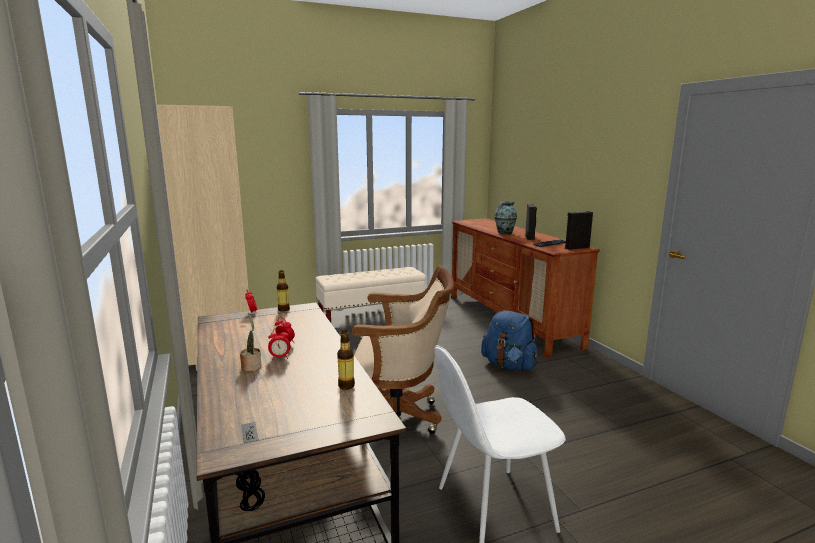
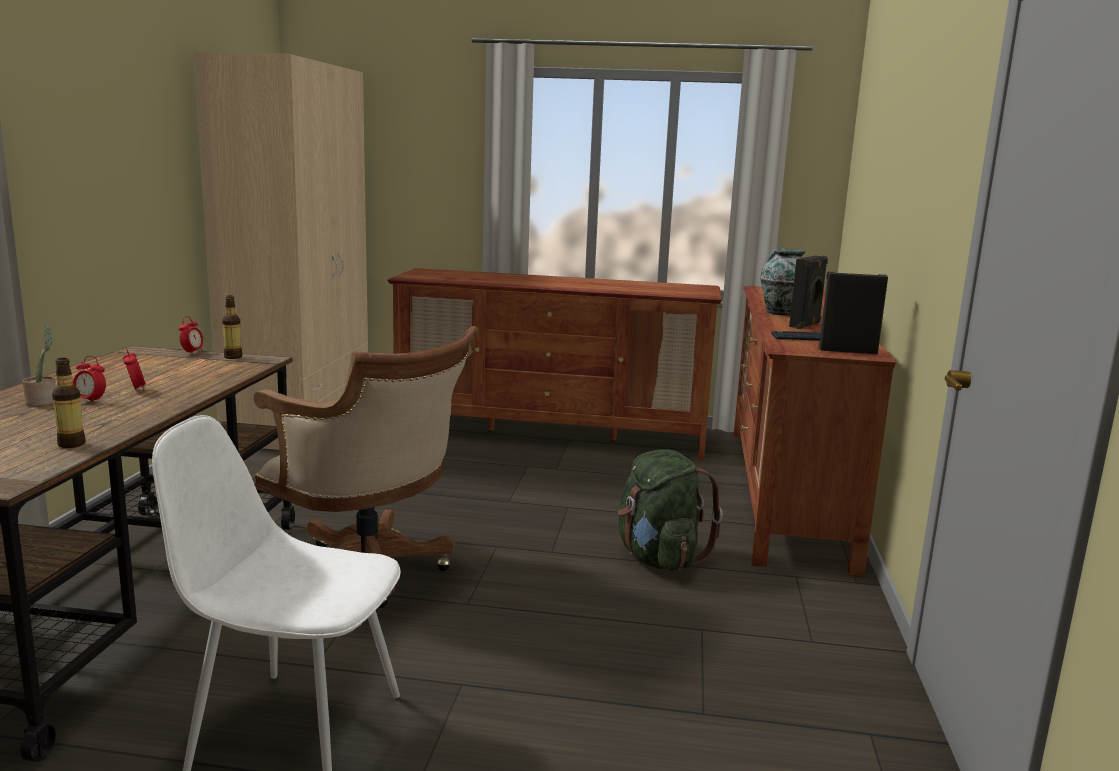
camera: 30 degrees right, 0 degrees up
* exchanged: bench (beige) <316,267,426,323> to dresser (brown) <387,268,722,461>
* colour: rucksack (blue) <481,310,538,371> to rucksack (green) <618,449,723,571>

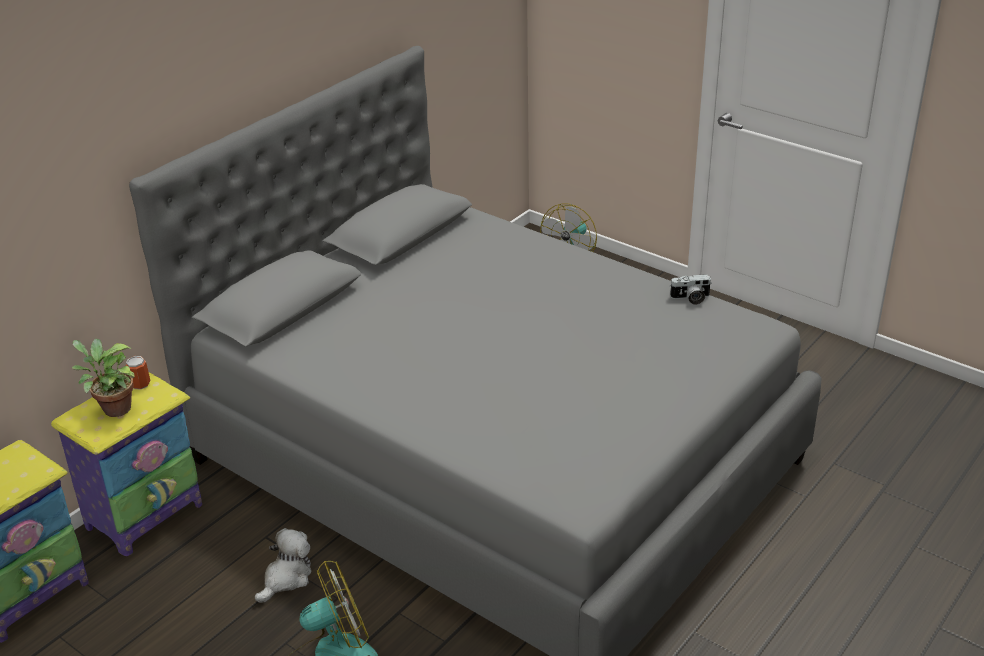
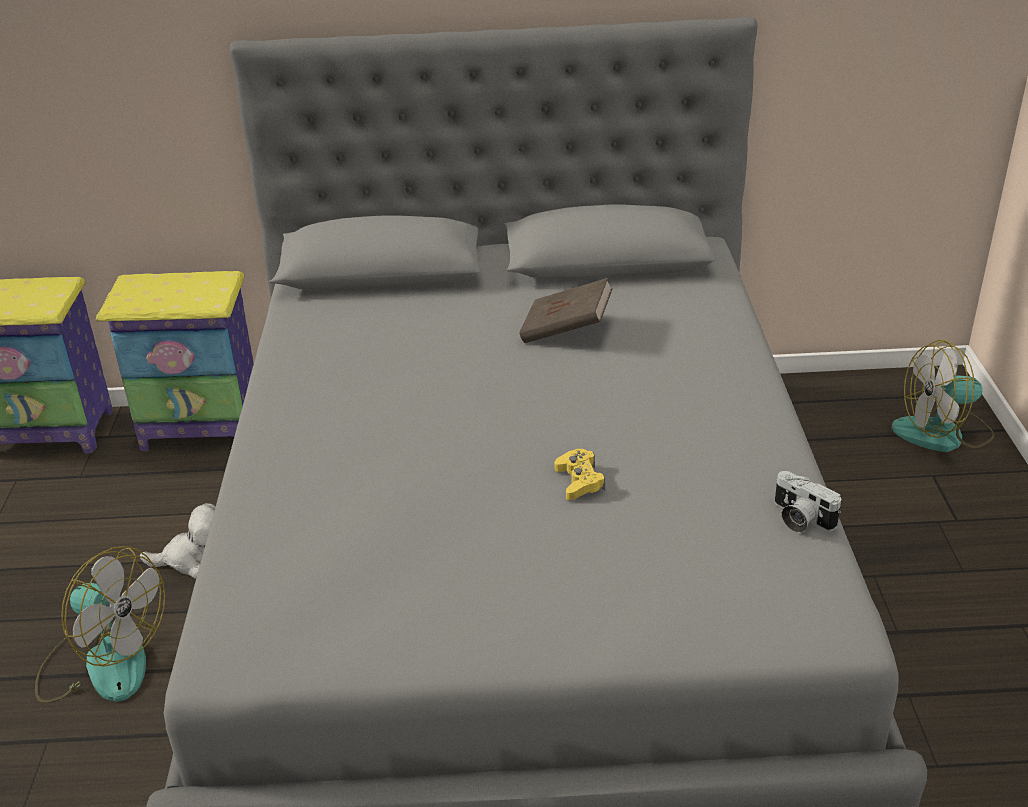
camera: 50 degrees right, 0 degrees up
* missing: plant in a pot <72,339,135,417>
* missing: metal can <125,356,151,389>
* appeared: volume (brown) <519,278,613,343>
* appeared: gamepad (yellow-coloured) <555,449,605,500>

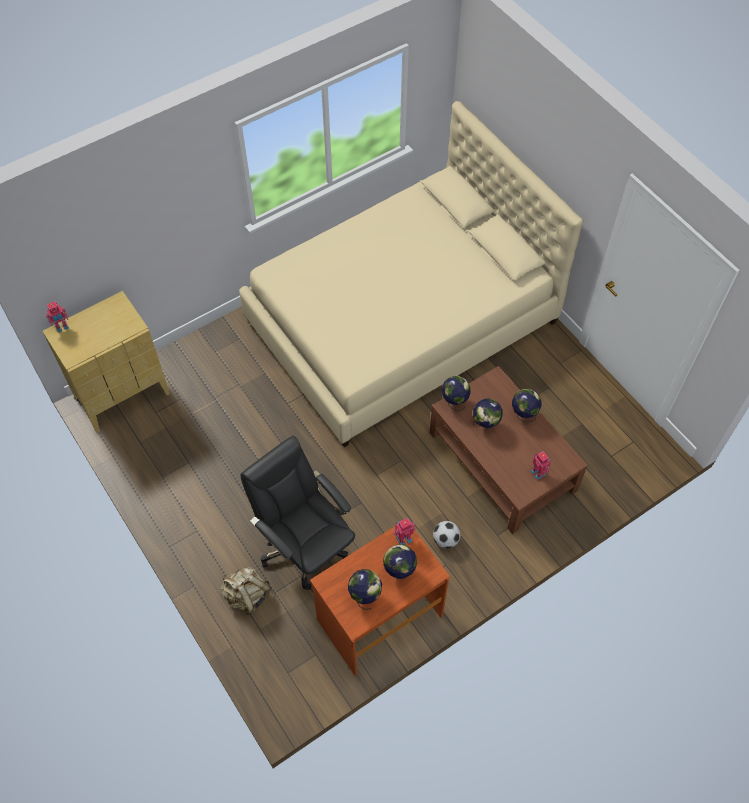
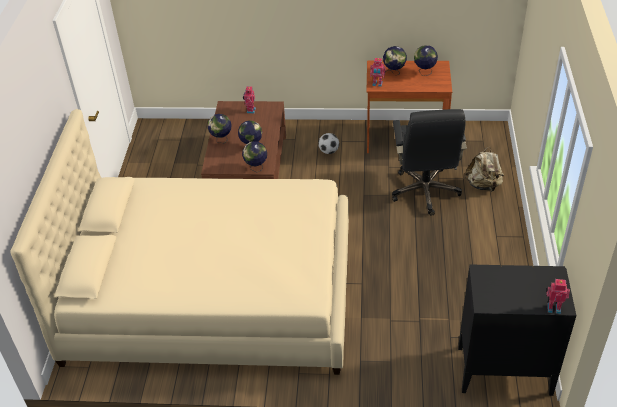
camera: 140 degrees left, 15 degrees down
* colour: dresser (beige) <43,291,170,433> to dresser (blackish) <458,265,576,396>

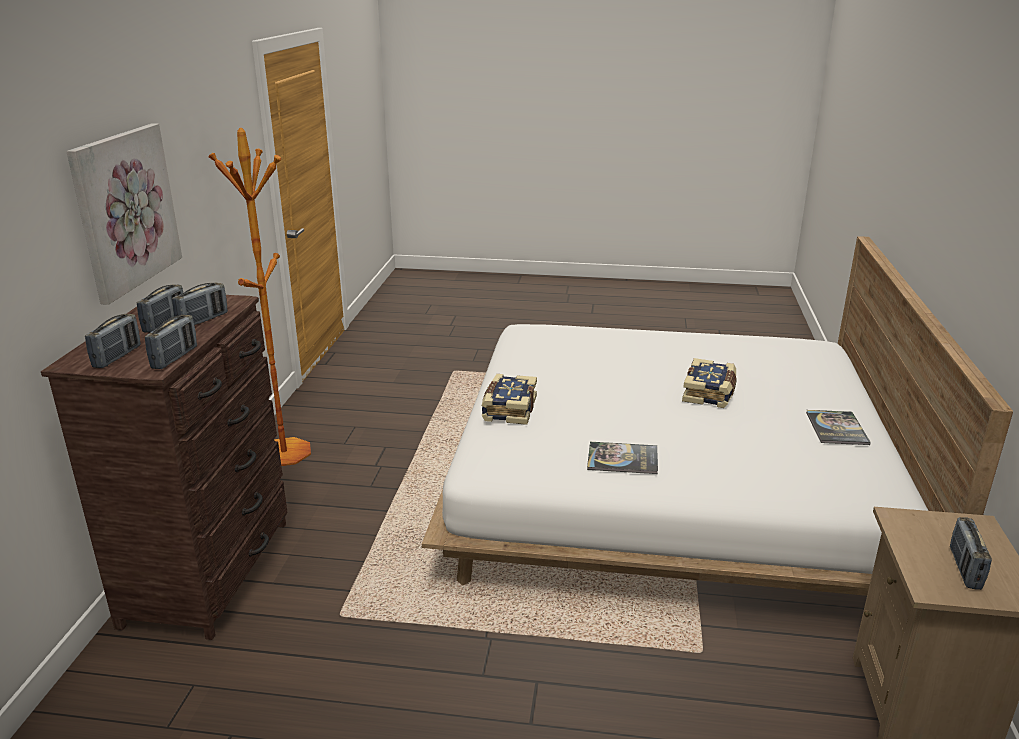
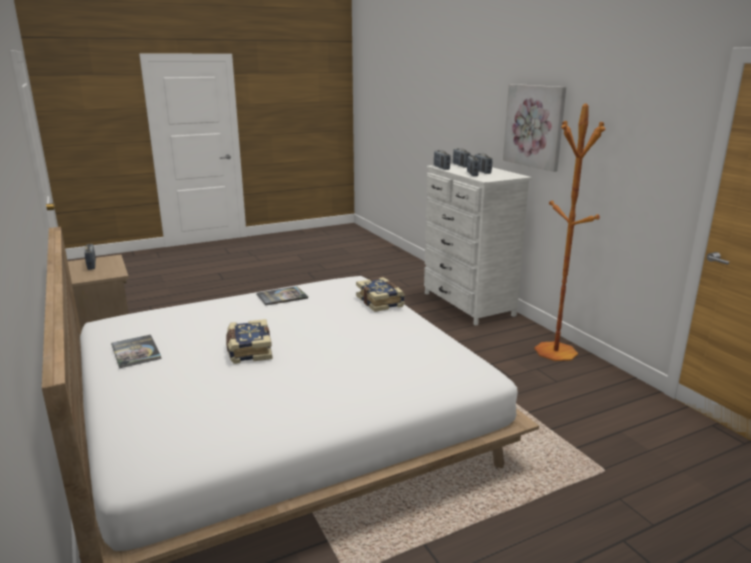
camera: 145 degrees right, 5 degrees down
* colour: dresser (brown) <41,295,288,640> to dresser (whitish) <424,164,532,326>

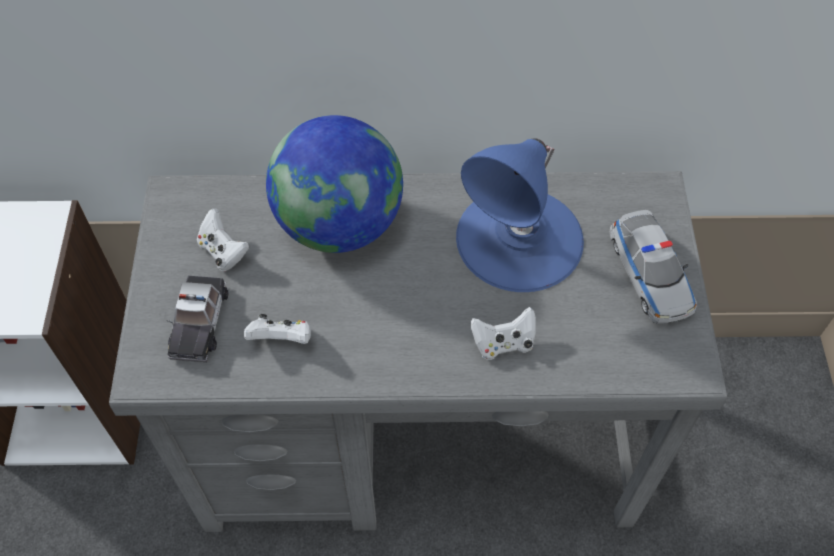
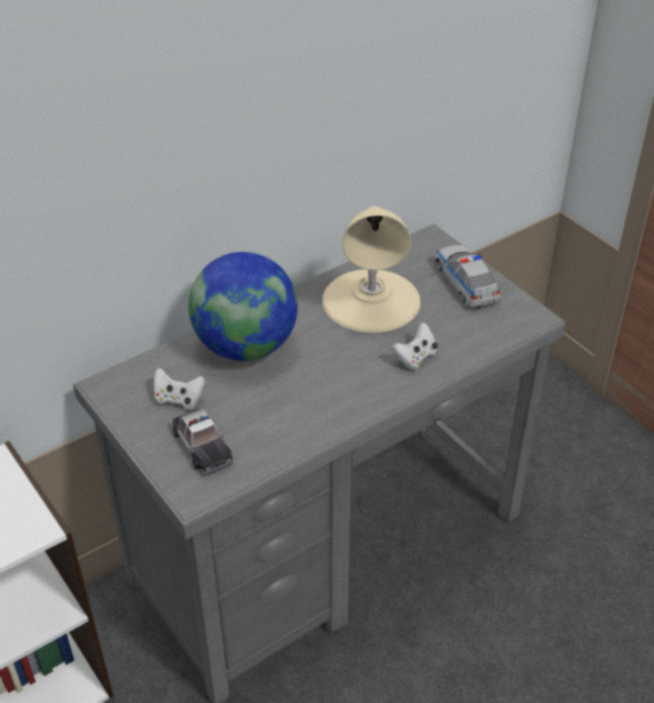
camera: 35 degrees left, 15 degrees down
* colour: lamp for a table (blue) <456,138,584,292> to lamp for a table (beige) <322,206,421,333>
* spun: miniature car <609,210,697,324> = <435,245,501,309> 150 degrees counterclockwise
* missing: gamepad (whitish) <244,314,311,344>

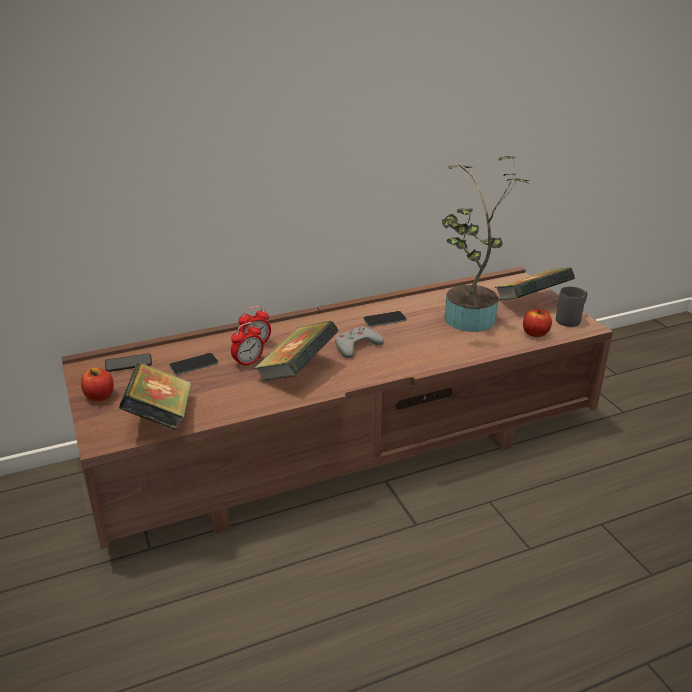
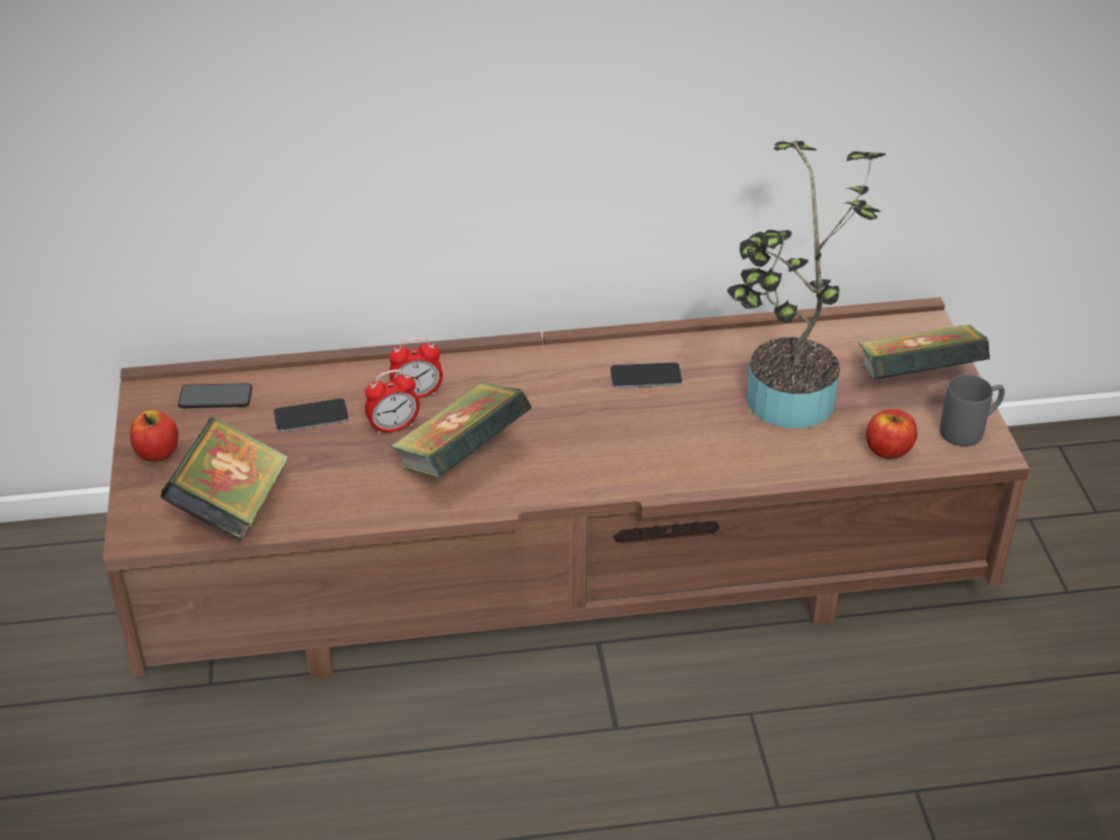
camera: 15 degrees right, 10 degrees up
* missing: gamepad (greyish) <335,327,384,358>

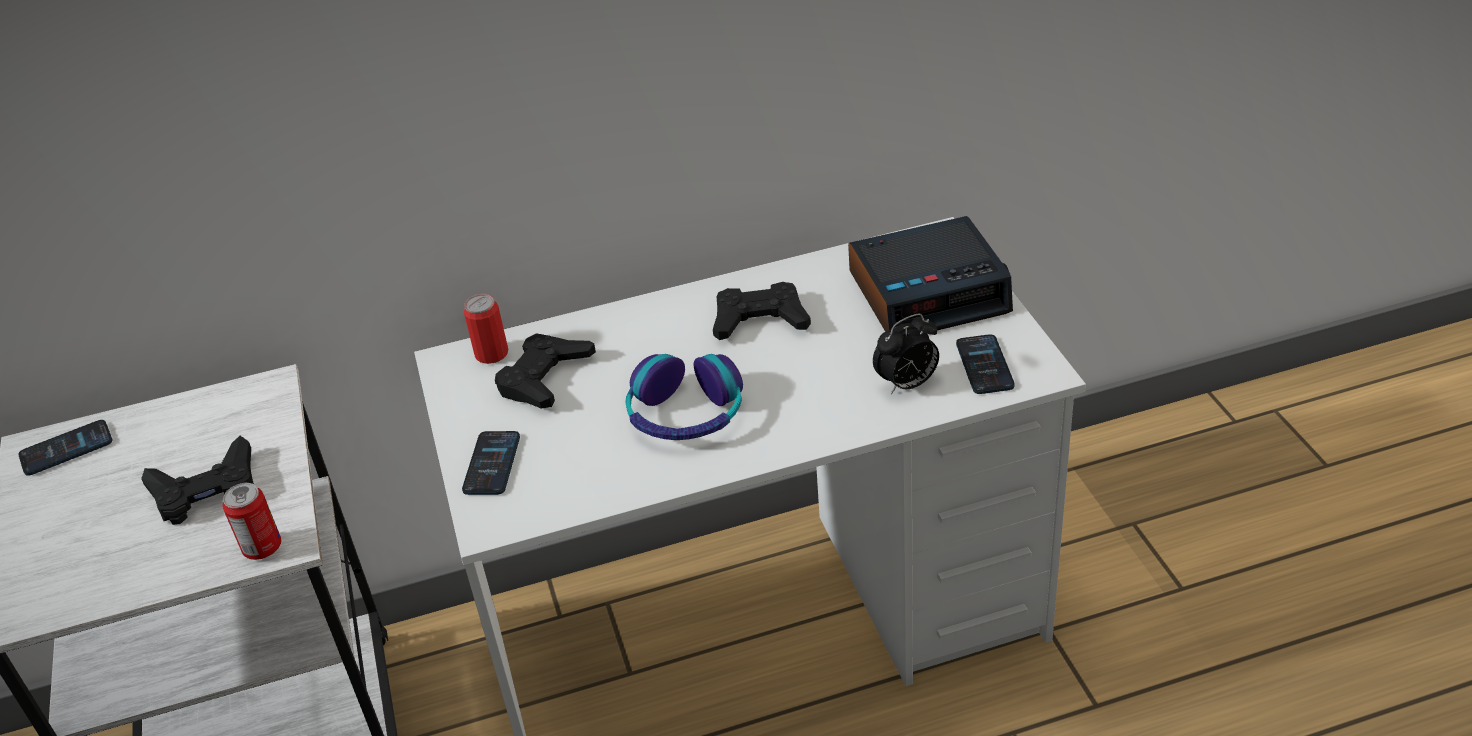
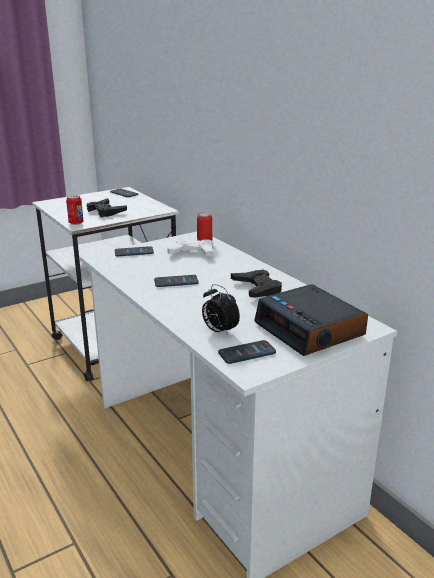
camera: 70 degrees right, 15 degrees down
* colour: gamepad (blackish) <495,333,596,409> to gamepad (whitish) <167,238,213,256>
* exchanged: pair of headphones <626,354,743,440> to telephone <154,275,199,287>

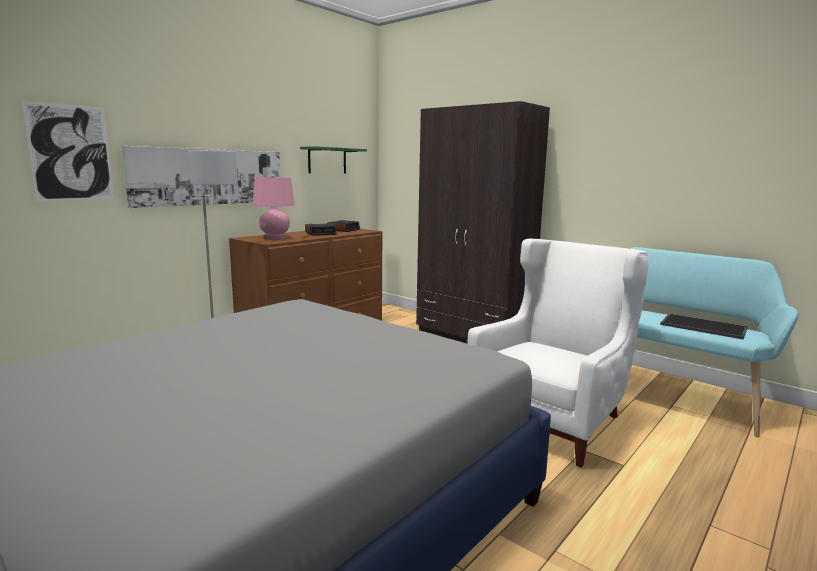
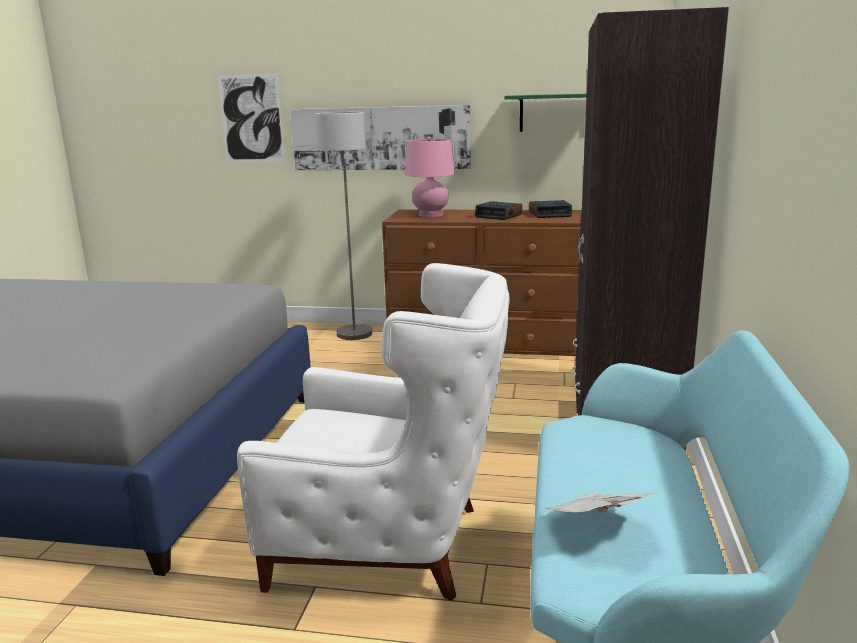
camera: 60 degrees right, 5 degrees up
* exchanged: carrying tray <660,314,748,340> to printed paper <546,492,654,512>

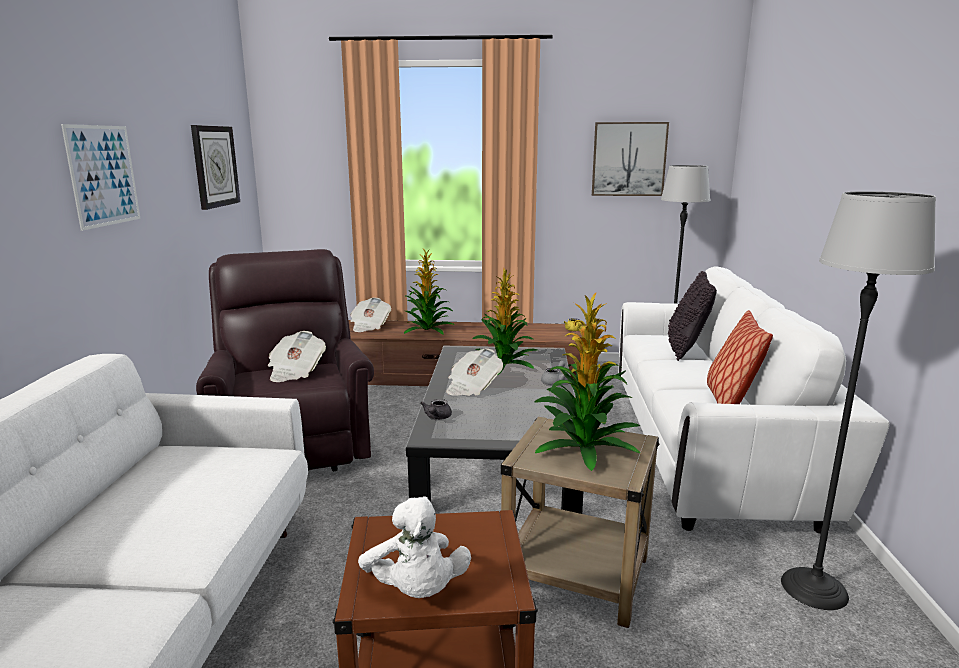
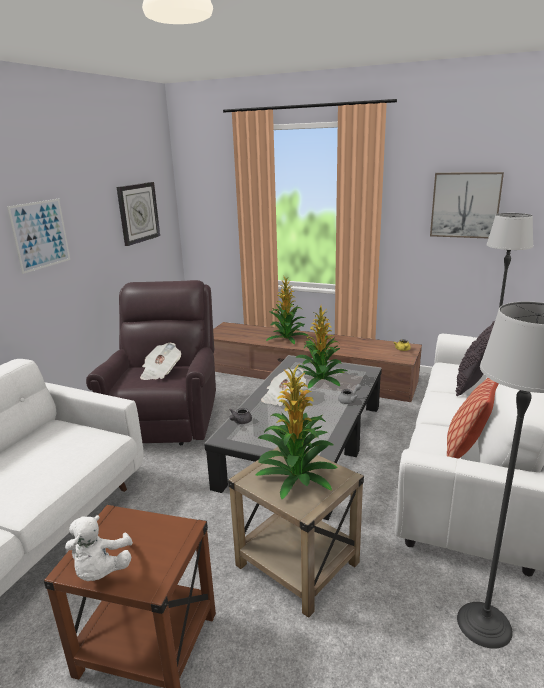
camera: 20 degrees right, 5 degrees up
* missing: printed paper <350,297,392,332>

